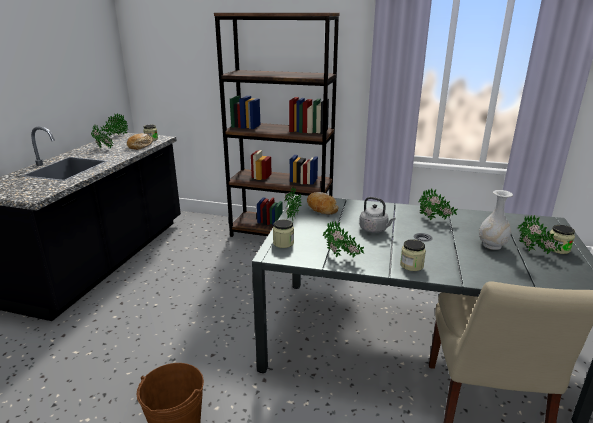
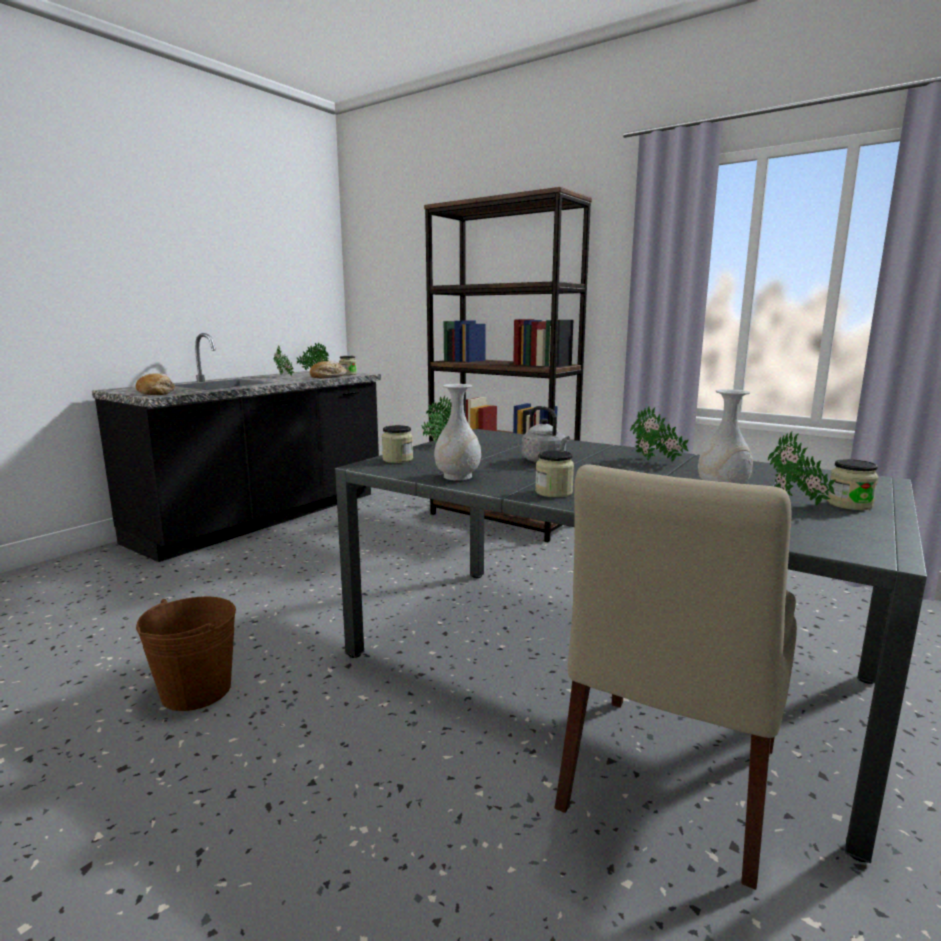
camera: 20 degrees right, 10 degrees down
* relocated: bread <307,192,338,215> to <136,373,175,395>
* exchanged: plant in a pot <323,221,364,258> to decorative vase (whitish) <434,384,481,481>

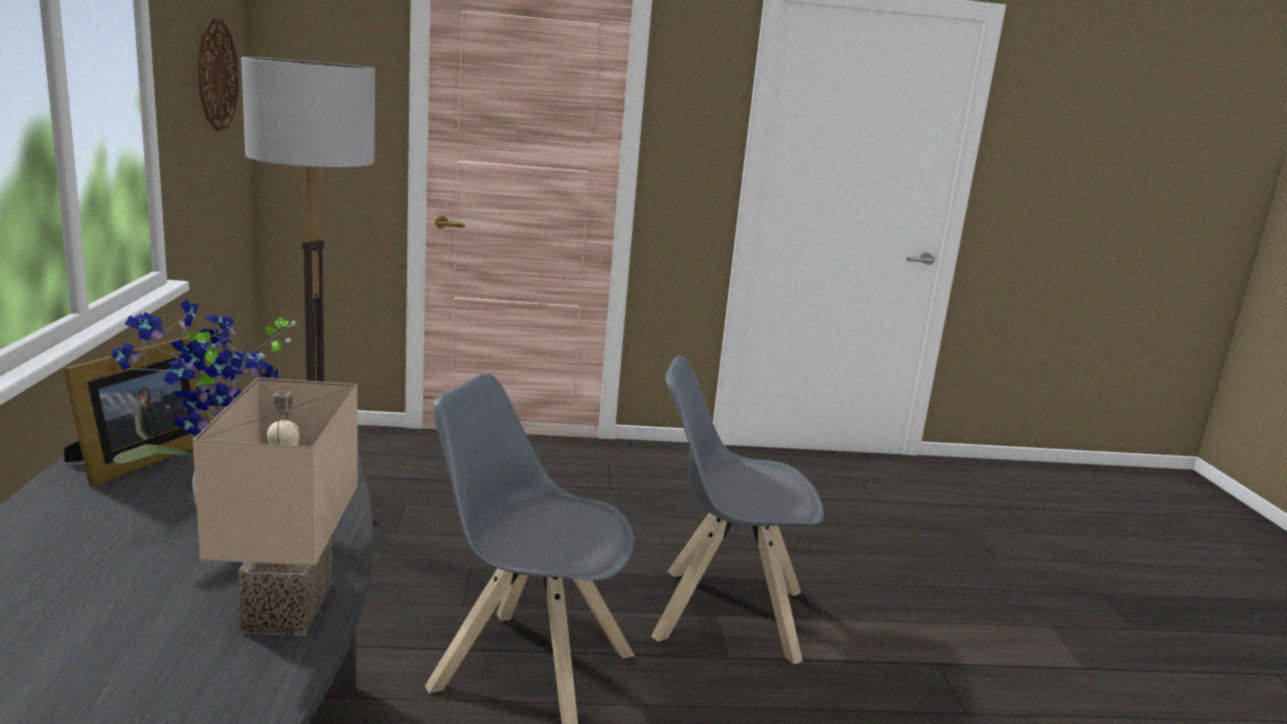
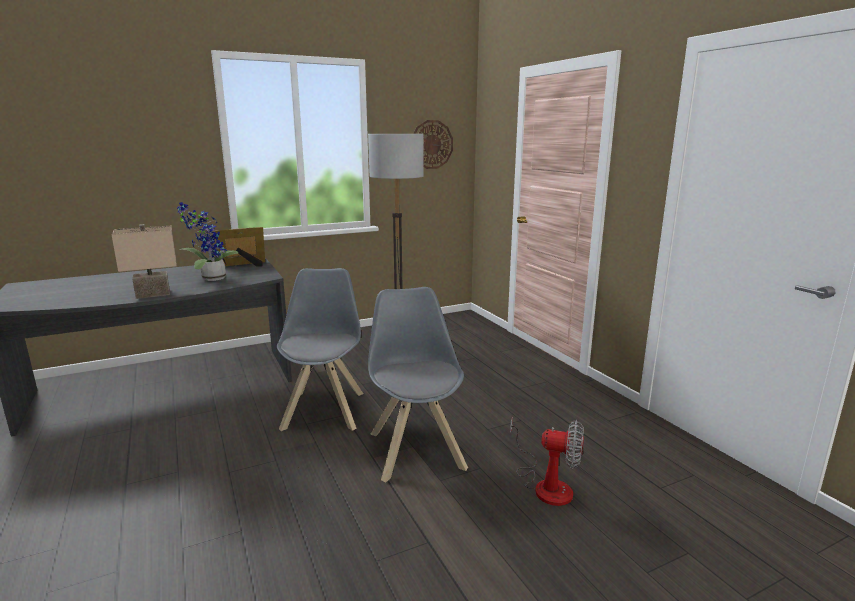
camera: 70 degrees right, 0 degrees up
* spun: photo frame <63,336,209,487> = <215,227,265,267> 150 degrees clockwise
* appeared: cooling fan <510,417,584,506>

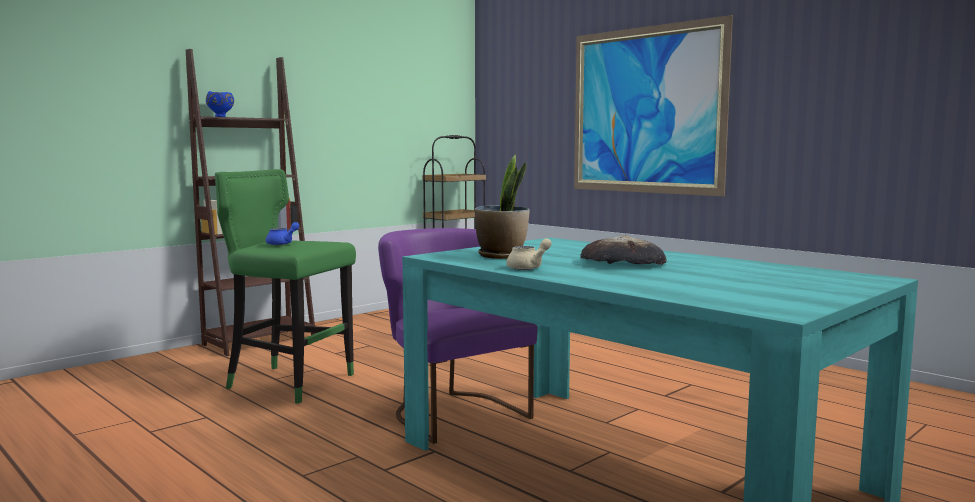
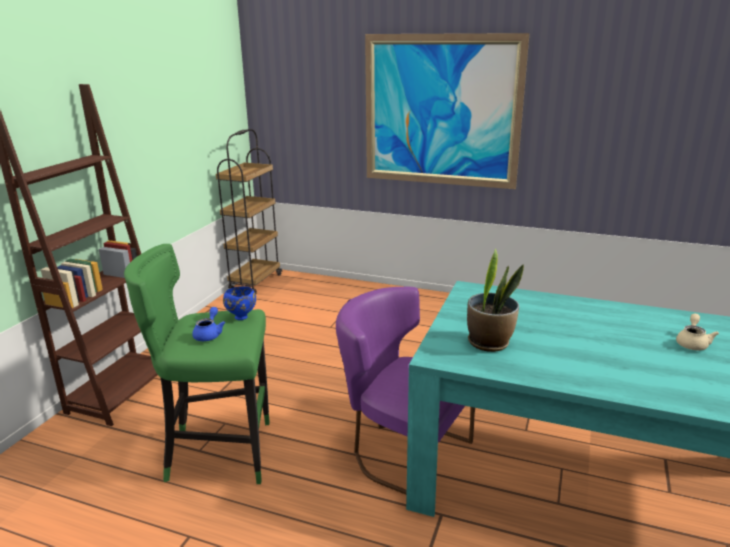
camera: 25 degrees left, 15 degrees up
* relocated: bowl (blue) <206,91,234,117> to <223,286,256,320>
* missing: bread <580,235,666,265>
* relocated: pot for tea (beige) <506,238,552,270> to <676,314,719,350>

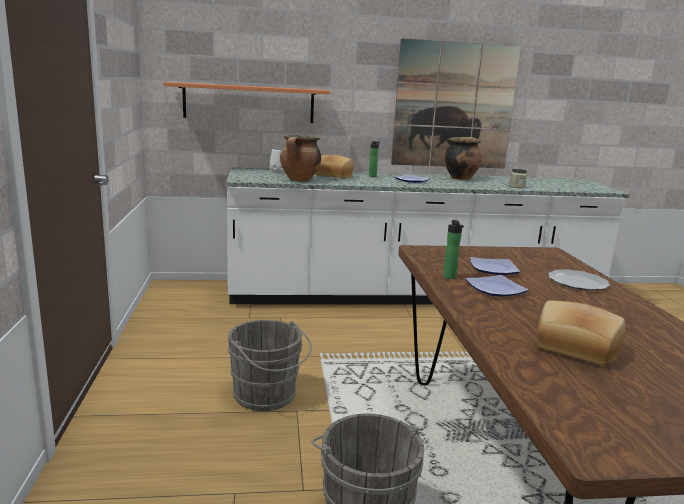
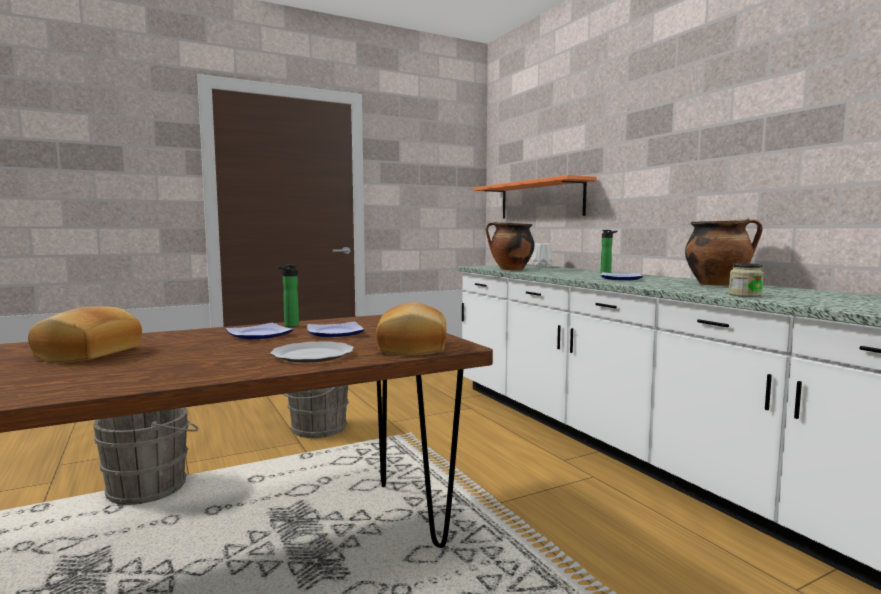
camera: 70 degrees right, 10 degrees down
* missing: picture <391,38,521,169>
* relocated: bread <316,155,353,178> to <376,302,447,356>

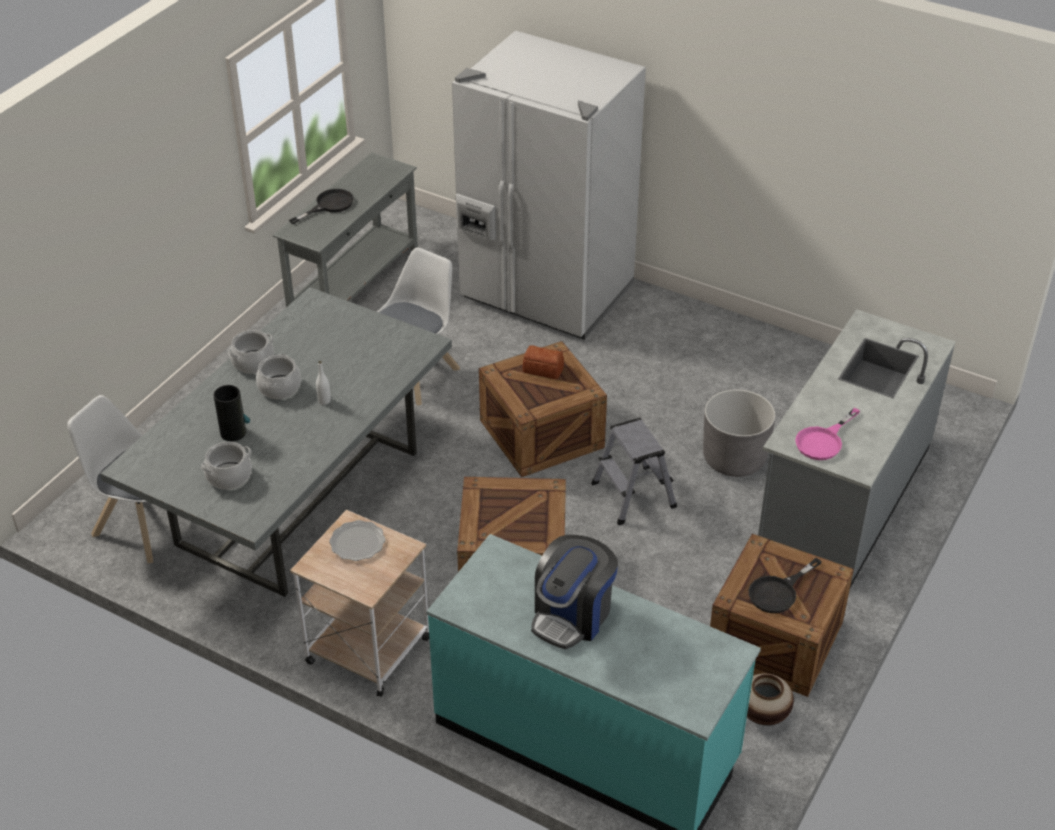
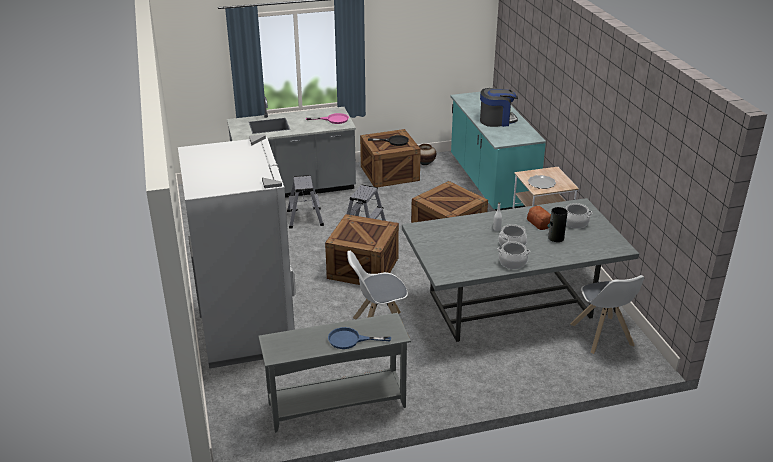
camera: 135 degrees left, 10 degrees down
* colour: skillet (blackish) <289,189,354,224> to skillet (blue) <328,327,391,349>
* relocated: bread <523,345,564,379> to <527,206,551,230>
* exchanged: planter (greyish) <703,389,776,477> to stepladder (greyish) <287,175,324,229>

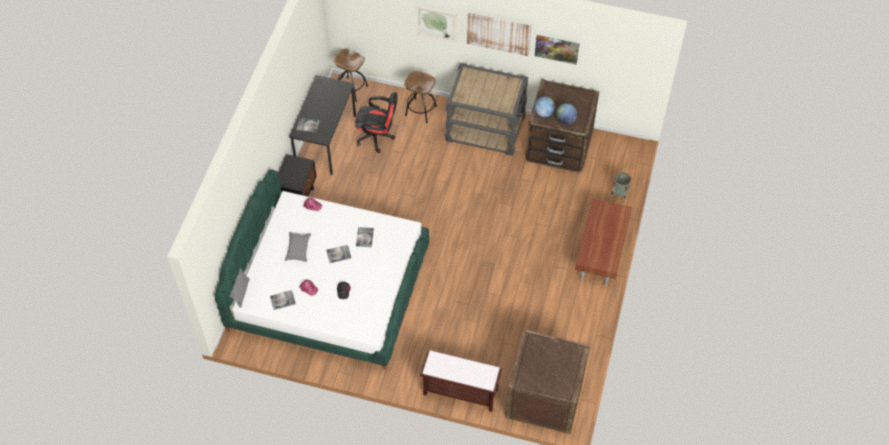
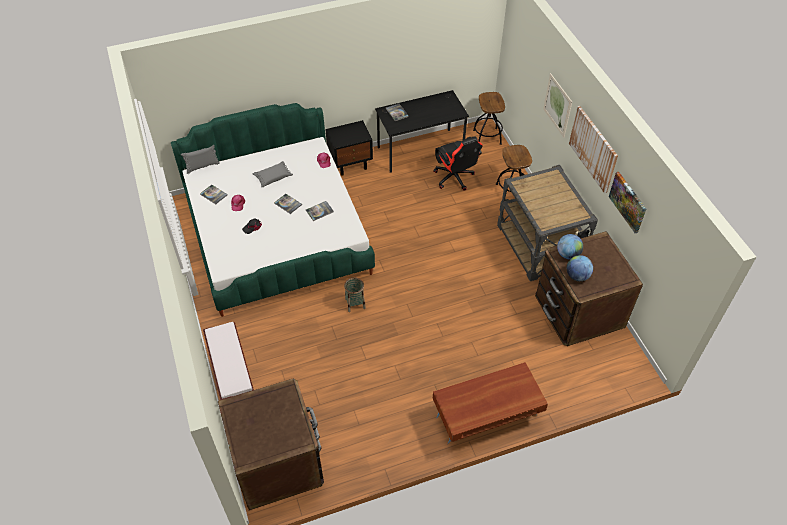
camera: 55 degrees right, 5 degrees down
* relocated: storage basket <610,172,631,202> to <344,277,366,312>

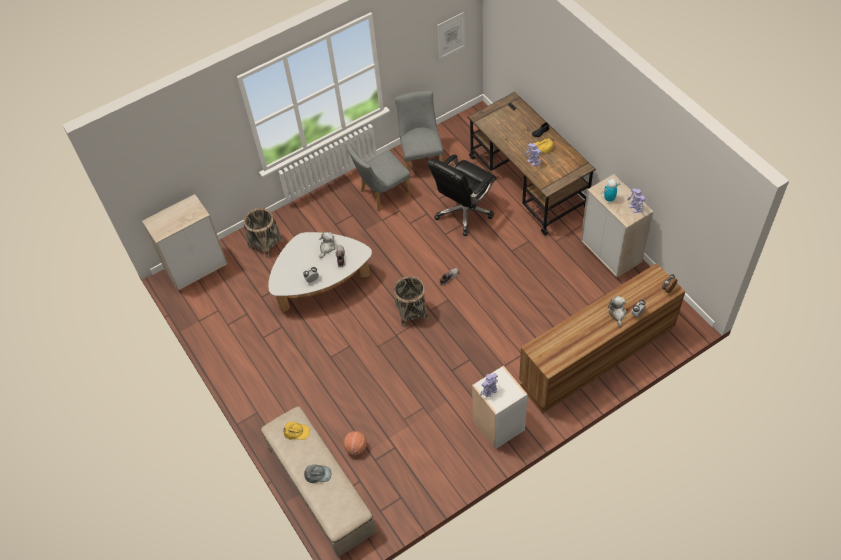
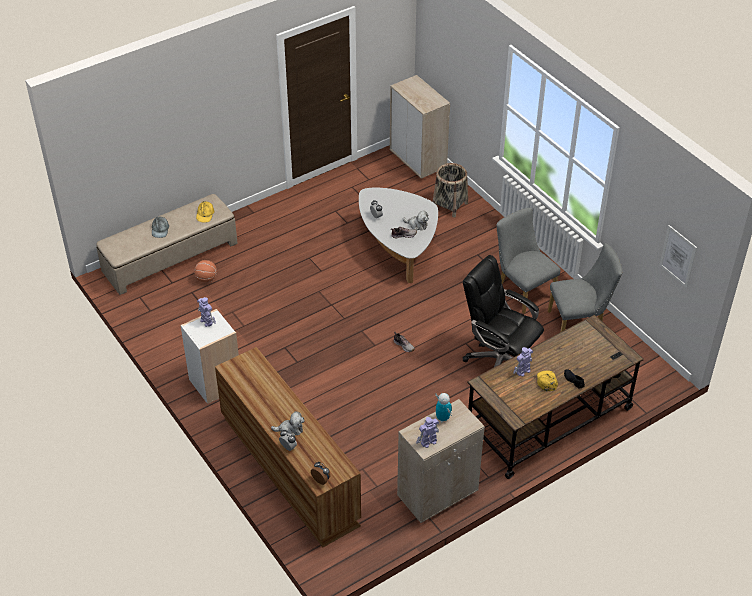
camera: 85 degrees right, 10 degrees down
* missing: storage basket <394,276,429,327>

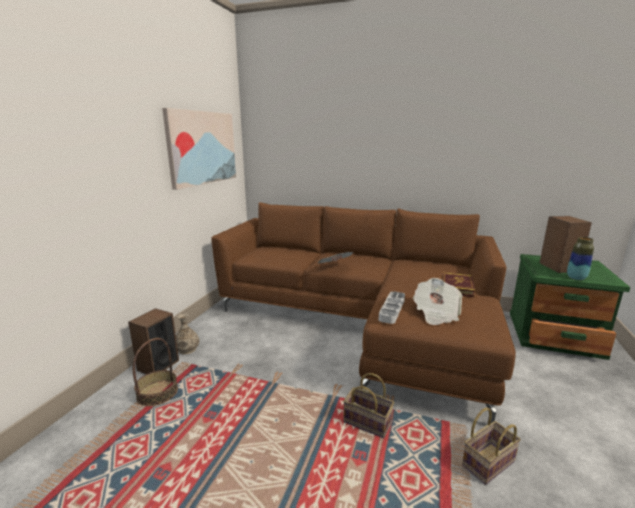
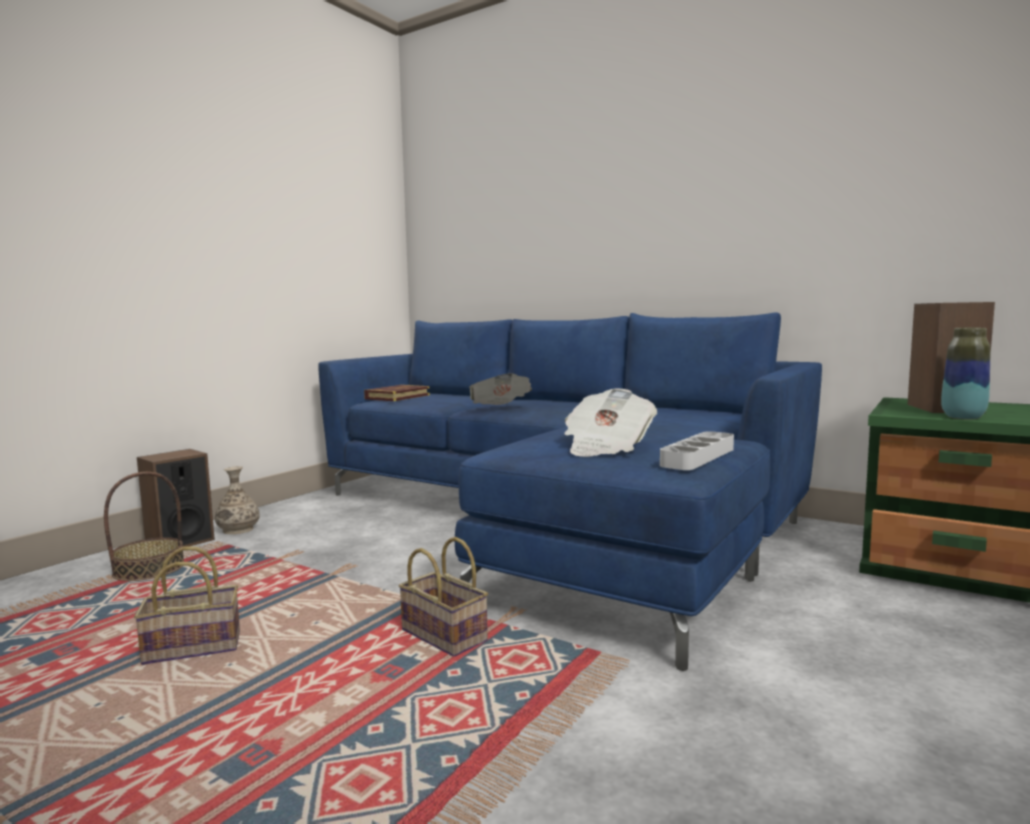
camera: 15 degrees right, 10 degrees down
* missing: picture <162,108,236,190>
* colour: sofa (brown) <211,202,516,424> to sofa (blue) <318,312,822,671>
* relocated: volume <442,272,475,297> to <364,385,430,401>
* relocated: carrying tray (greyish) <379,291,405,324> to <660,431,734,470>
* relocated: storage basket <462,407,521,485> to <134,546,240,665>

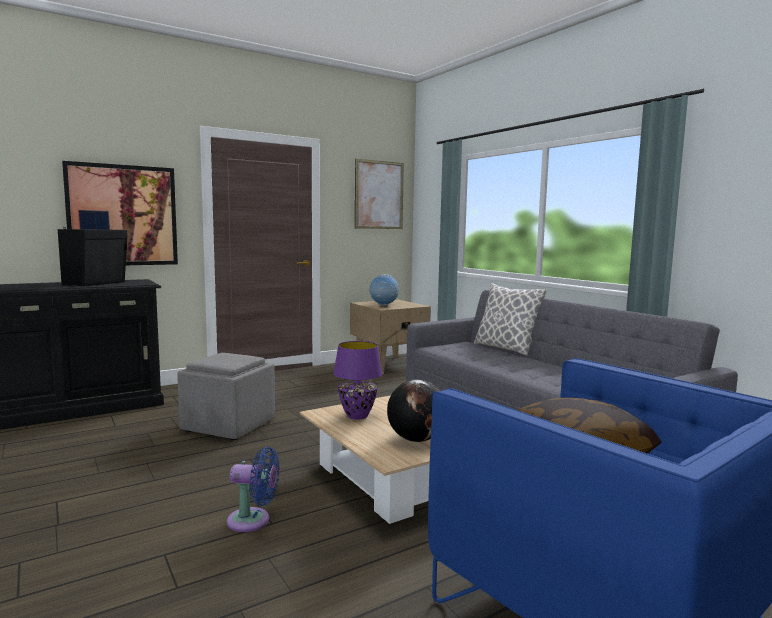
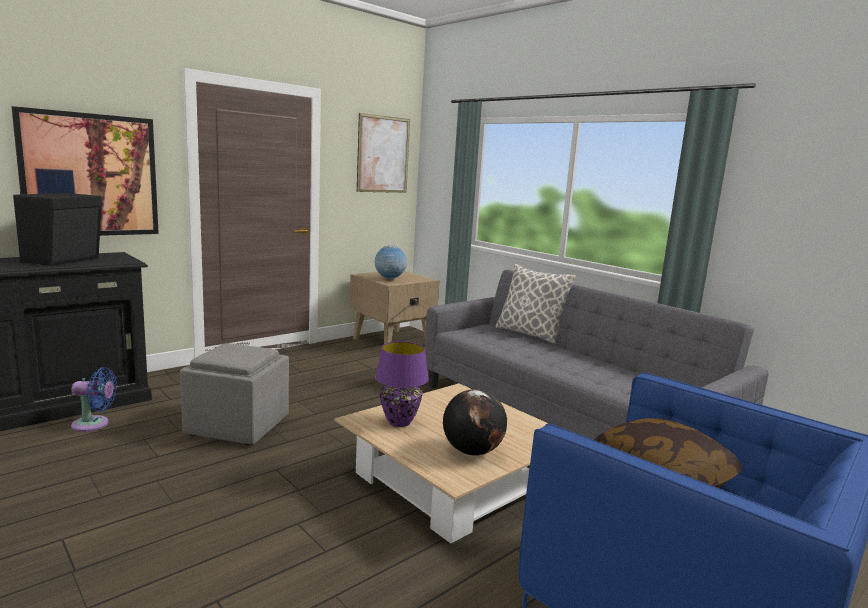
camera: 10 degrees left, 5 degrees up
* relocated: cooling fan (blue) <227,447,280,532> to <71,367,117,432>

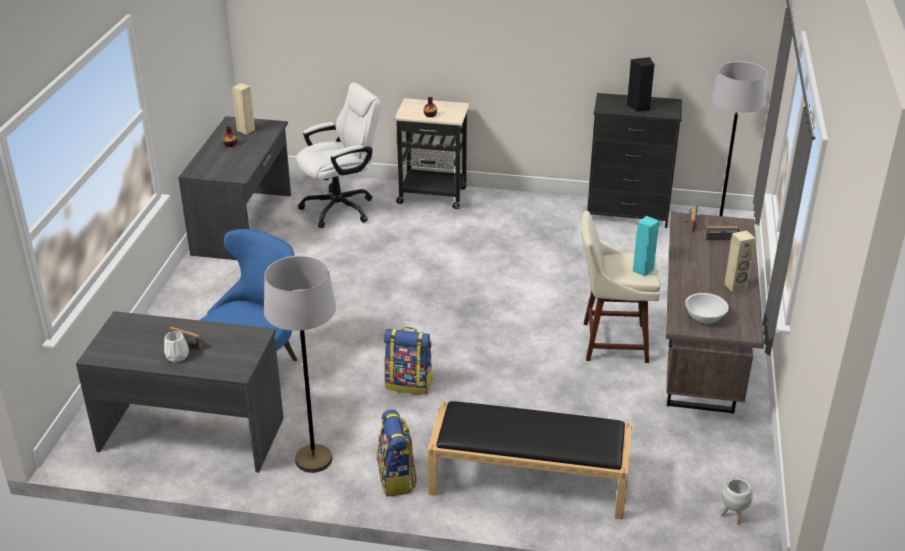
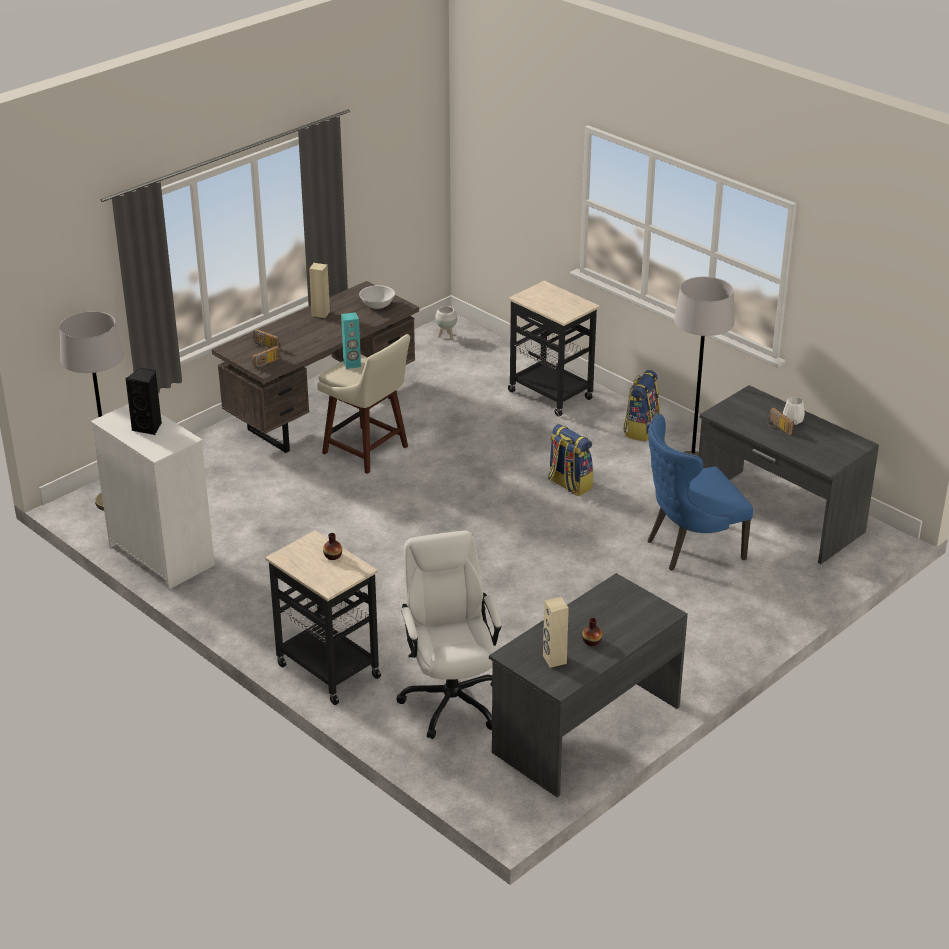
camera: 145 degrees left, 0 degrees up
* spun: computer chair (whitish) <296,83,381,228> = <396,531,501,739> 75 degrees clockwise
* colour: dresser (blackish) <587,93,682,228> to dresser (whitish) <91,404,215,589>
* exchanged: bench (blackish) <428,401,632,520> to wheeled cart <508,281,600,417>

